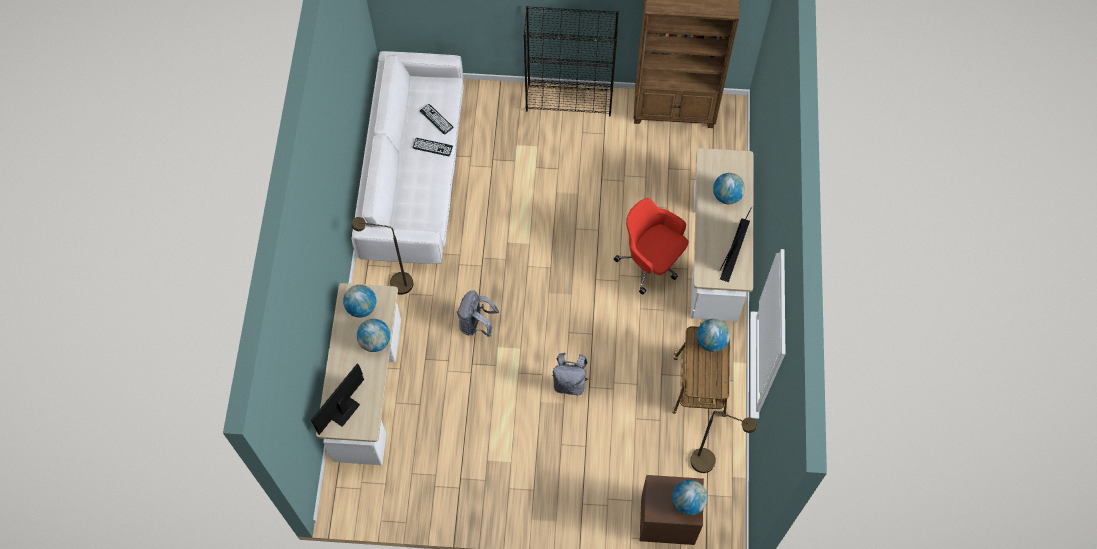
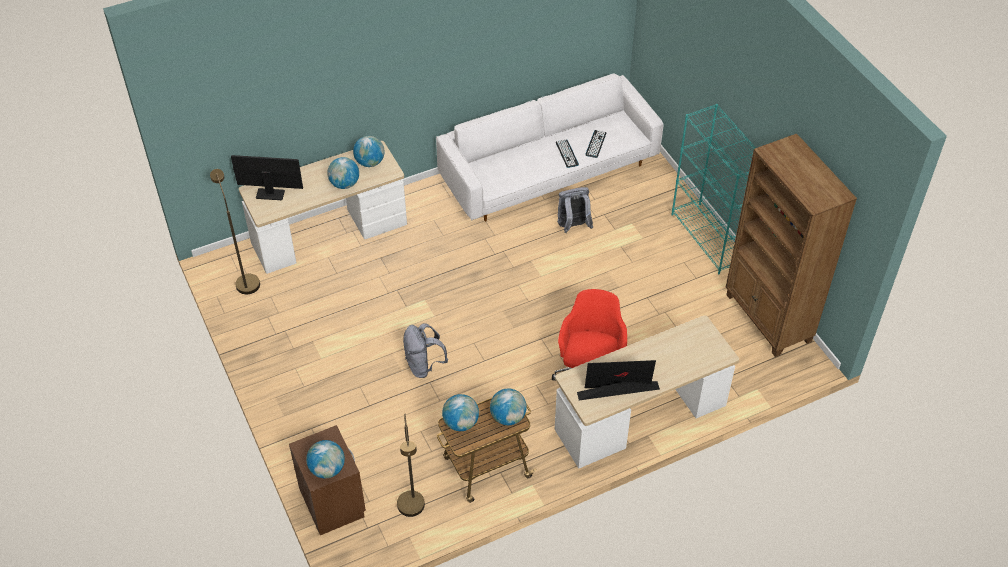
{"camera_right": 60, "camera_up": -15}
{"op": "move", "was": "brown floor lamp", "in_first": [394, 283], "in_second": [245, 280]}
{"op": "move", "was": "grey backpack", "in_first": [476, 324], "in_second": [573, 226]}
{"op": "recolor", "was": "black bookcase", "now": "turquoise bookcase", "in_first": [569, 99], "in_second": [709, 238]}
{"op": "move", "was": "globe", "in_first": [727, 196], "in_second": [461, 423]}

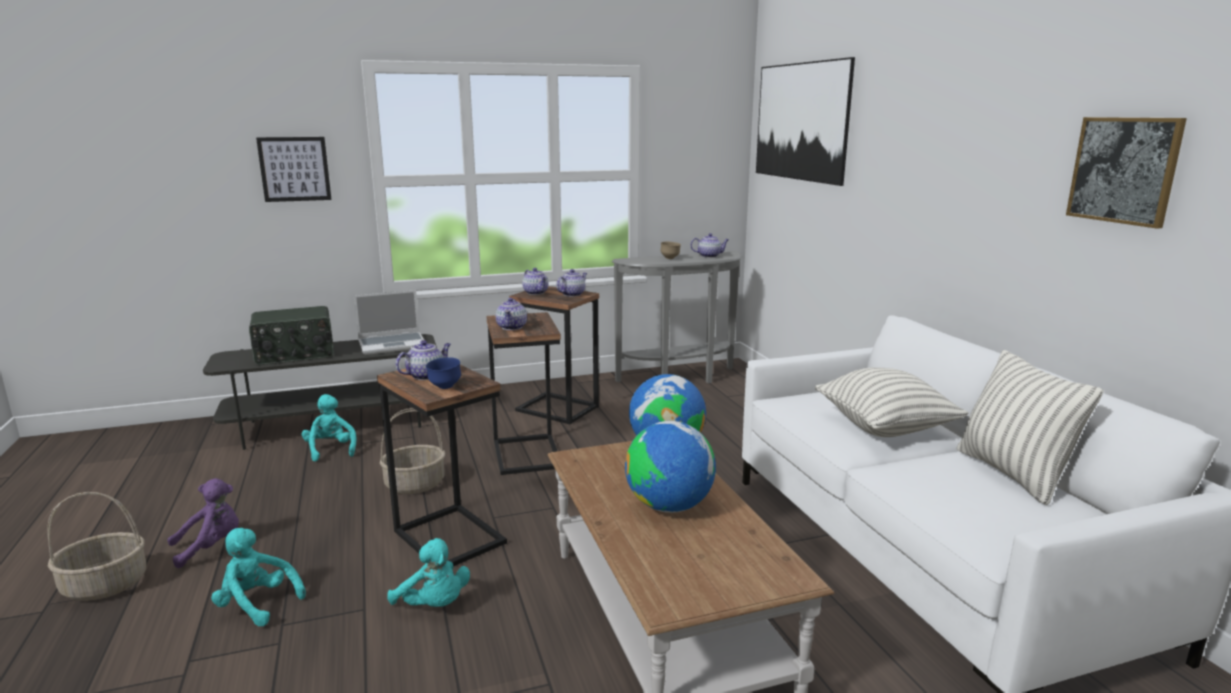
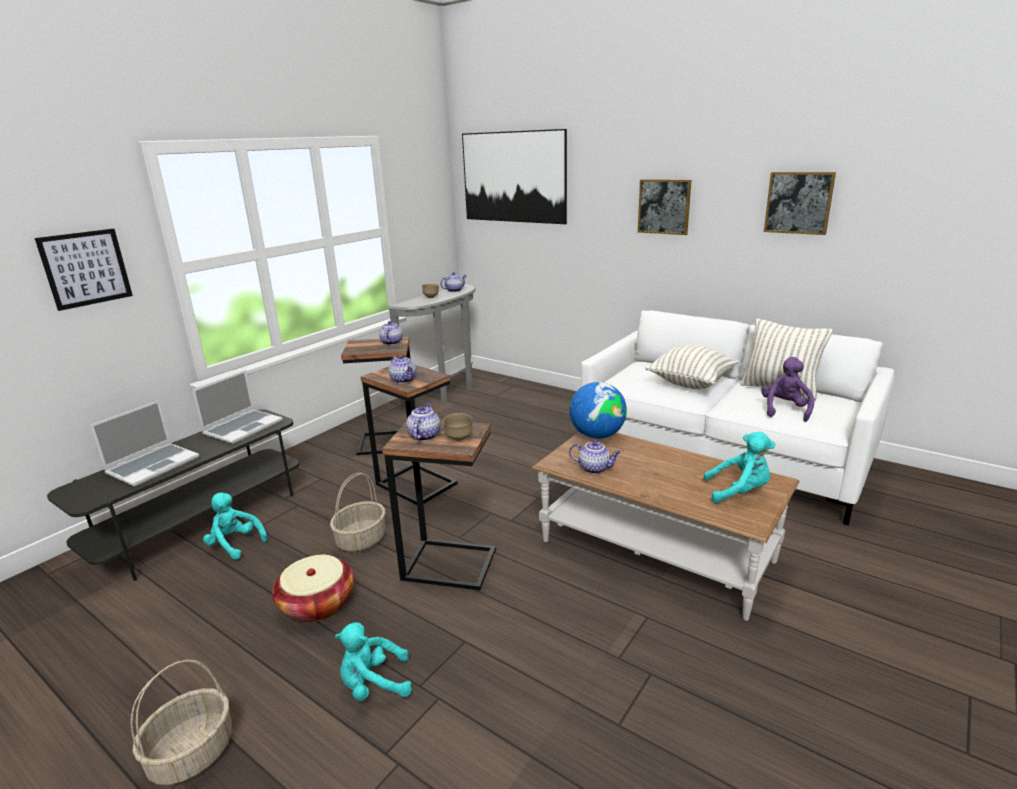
{"camera_right": -35, "camera_up": 5}
{"op": "move", "was": "purple plush toy", "in_first": [211, 546], "in_second": [785, 410]}
{"op": "replace", "was": "radio", "now": "laptop", "in_first": [295, 354], "in_second": [153, 465]}
{"op": "move", "was": "turquoise plush toy", "in_first": [434, 605], "in_second": [739, 492]}
{"op": "recolor", "was": "blue bowl", "now": "brown bowl", "in_first": [444, 387], "in_second": [459, 439]}
{"op": "move", "was": "teapot", "in_first": [536, 293], "in_second": [595, 468]}
{"op": "delete", "was": "globe", "in_first": [669, 506]}
{"op": "insert", "now": "basket", "in_second": [317, 604]}
{"op": "insert", "now": "picture", "in_second": [664, 206]}

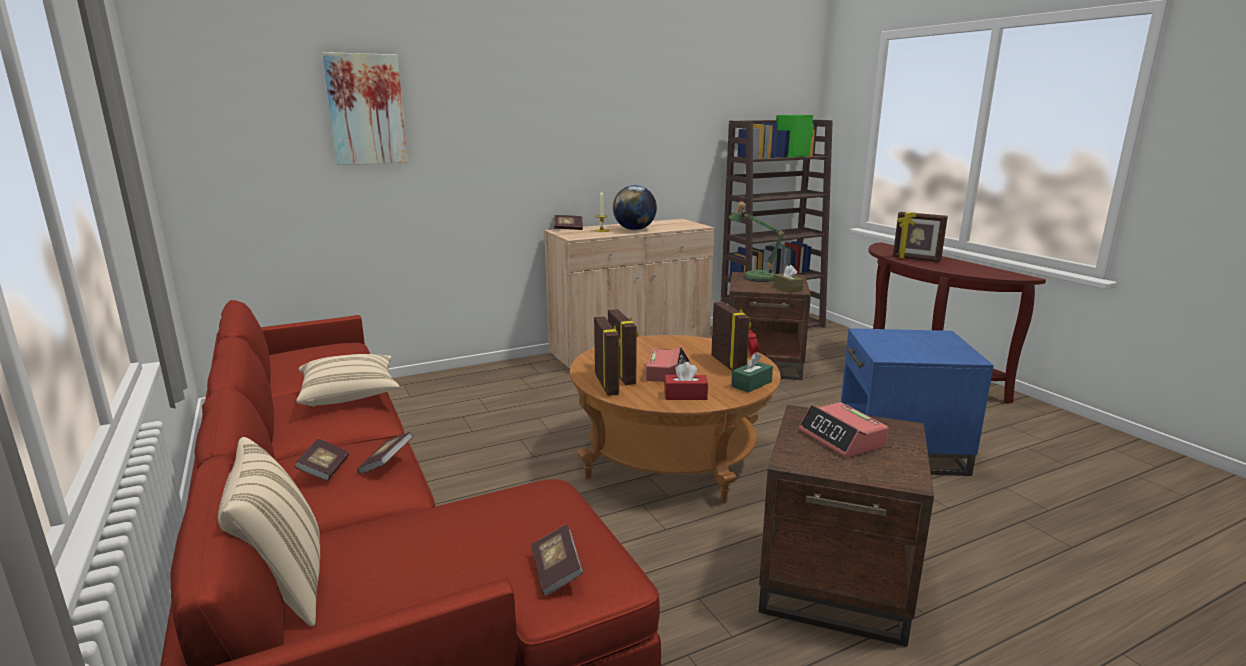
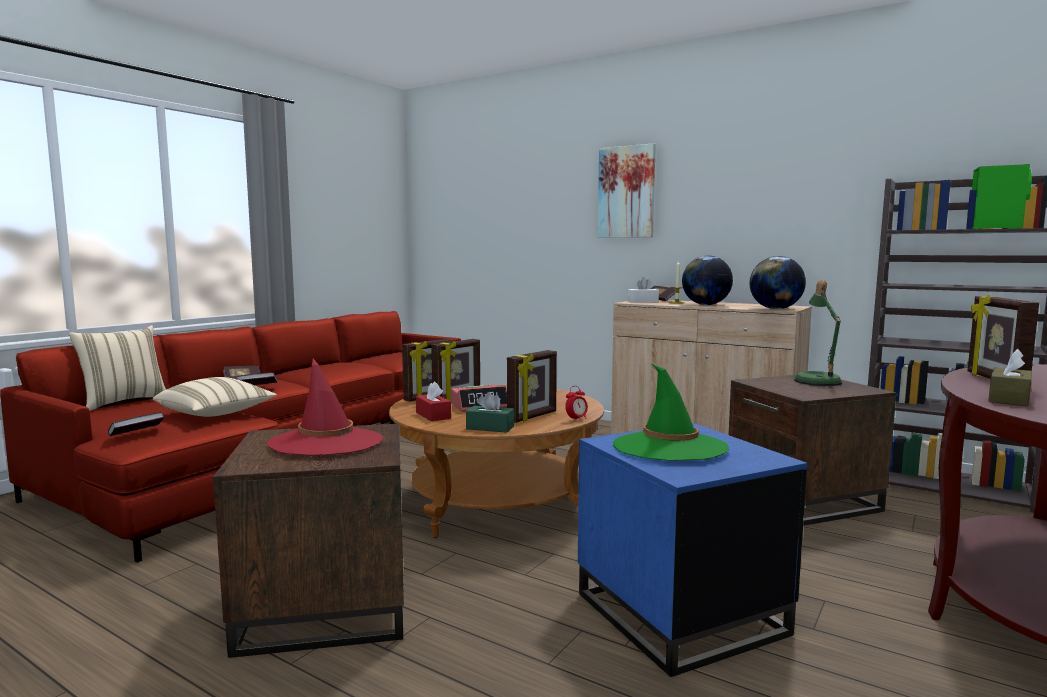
{"camera_right": 60, "camera_up": -10}
{"op": "move", "was": "beige pillow", "in_first": [350, 395], "in_second": [216, 414]}
{"op": "move", "was": "picture", "in_first": [366, 109], "in_second": [626, 192]}
{"op": "move", "was": "brown tissue box", "in_first": [787, 288], "in_second": [1009, 398]}
{"op": "replace", "was": "alarm clock", "now": "red hat", "in_first": [842, 439], "in_second": [326, 442]}
{"op": "insert", "now": "green hat", "in_second": [669, 447]}
{"op": "insert", "now": "white tissue box", "in_second": [642, 301]}
{"op": "insert", "now": "globe", "in_second": [775, 309]}

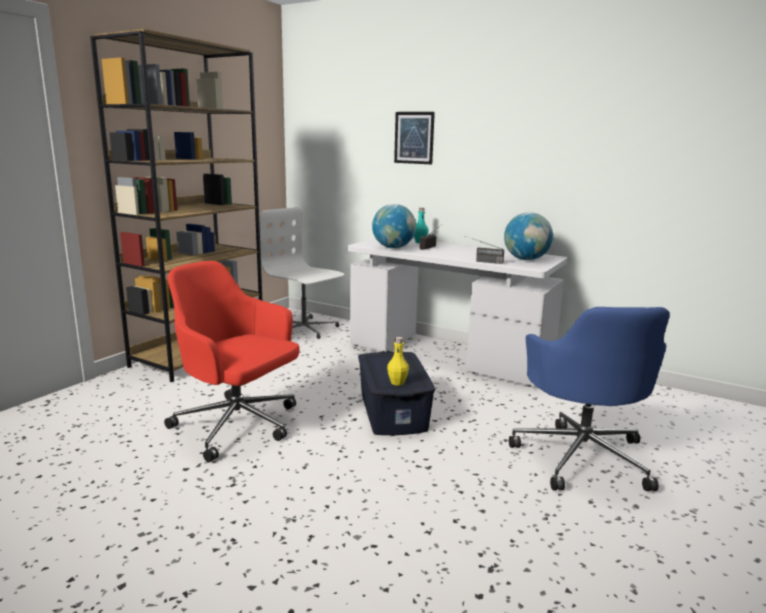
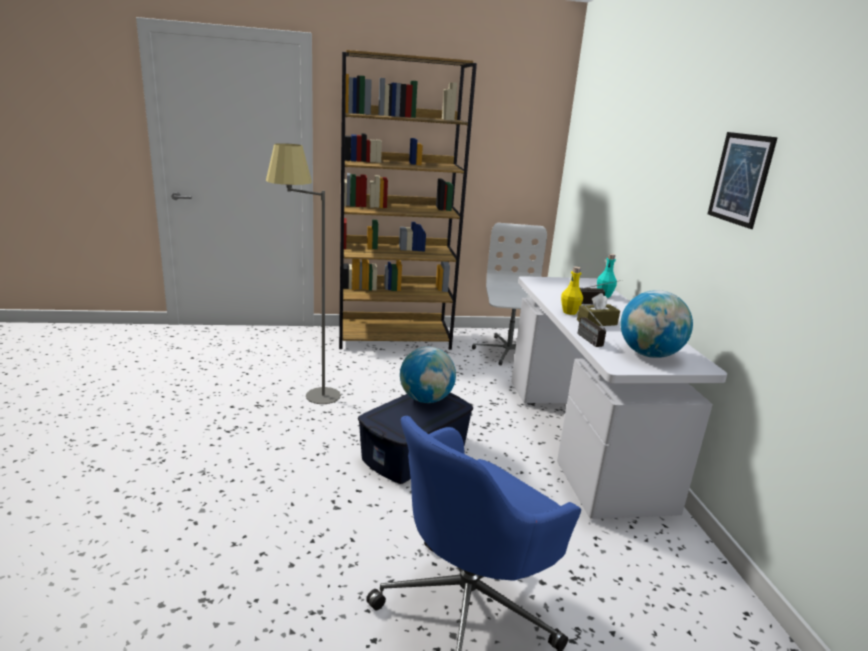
{"camera_right": 50, "camera_up": 5}
{"op": "replace", "was": "red office chair", "now": "grey floor lamp", "in_first": [238, 426], "in_second": [307, 398]}
{"op": "move", "was": "globe", "in_first": [393, 247], "in_second": [426, 399]}
{"op": "move", "was": "yellow bottle", "in_first": [397, 382], "in_second": [569, 312]}
{"op": "move", "was": "picture", "in_first": [414, 138], "in_second": [740, 179]}
{"op": "insert", "now": "brown tissue box", "in_second": [596, 322]}

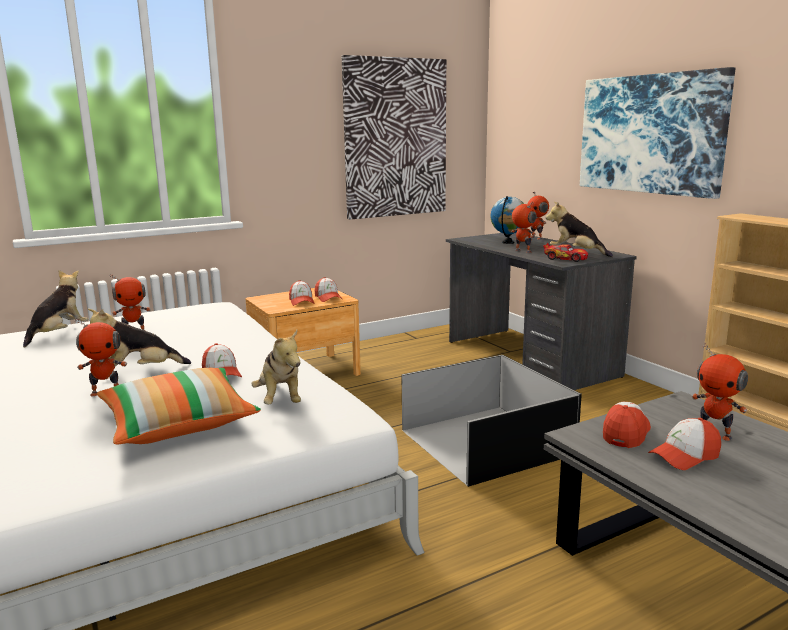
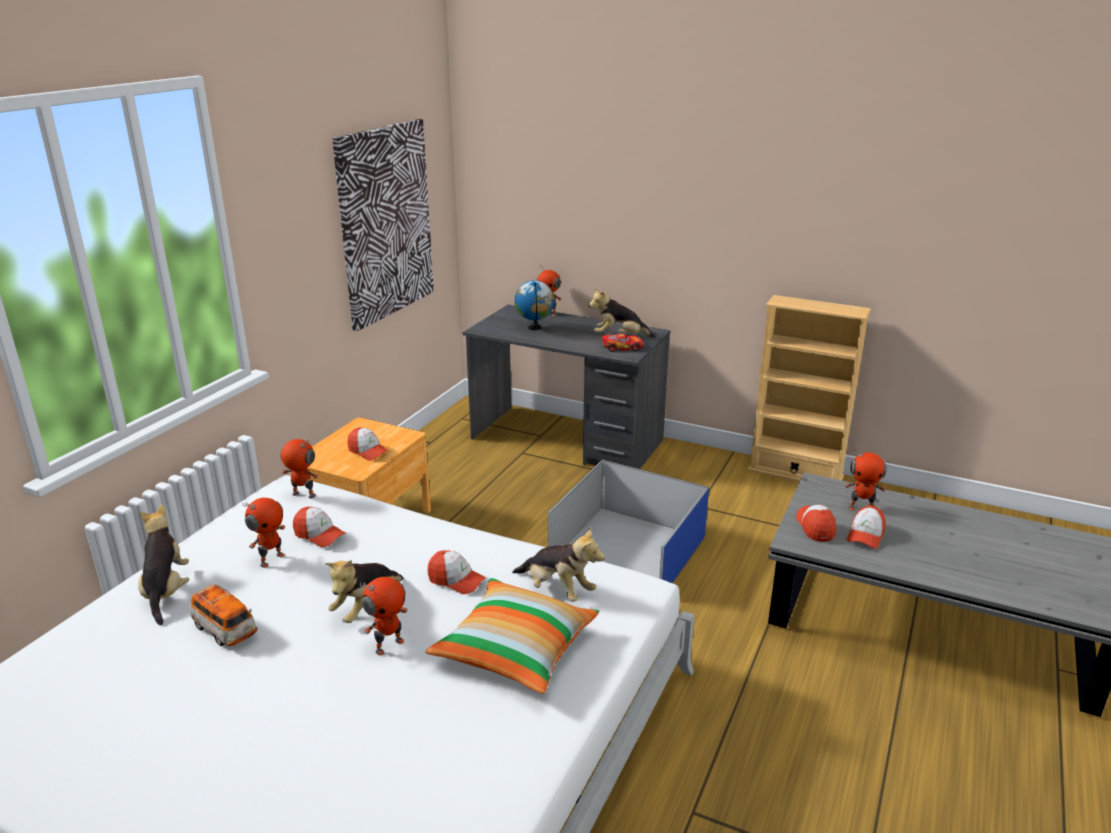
{"camera_right": -35, "camera_up": 10}
{"op": "move", "was": "cap", "in_first": [328, 298], "in_second": [319, 535]}
{"op": "recolor", "was": "black storage box", "now": "blue storage box", "in_first": [484, 441], "in_second": [626, 549]}
{"op": "move", "was": "toy robot", "in_first": [522, 251], "in_second": [303, 495]}
{"op": "delete", "was": "picture", "in_first": [650, 134]}
{"op": "insert", "now": "toy car", "in_second": [225, 630]}

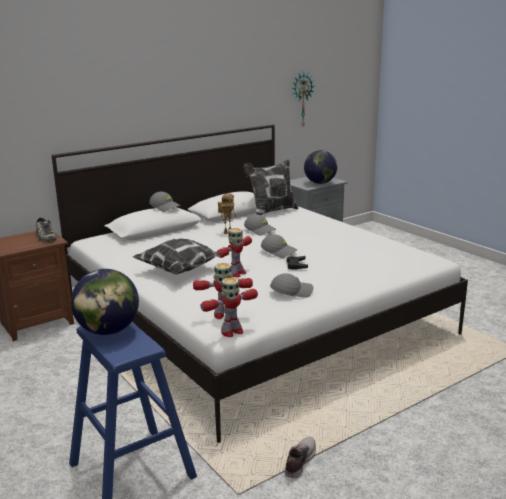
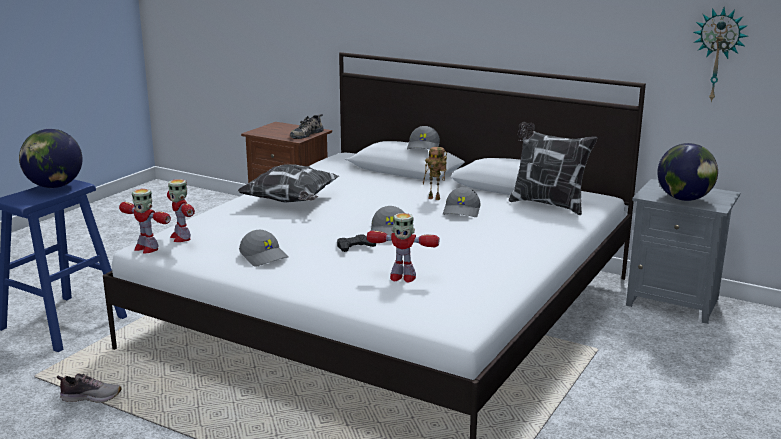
{"camera_right": 65, "camera_up": 0}
{"op": "move", "was": "toy robot", "in_first": [236, 273], "in_second": [402, 277]}

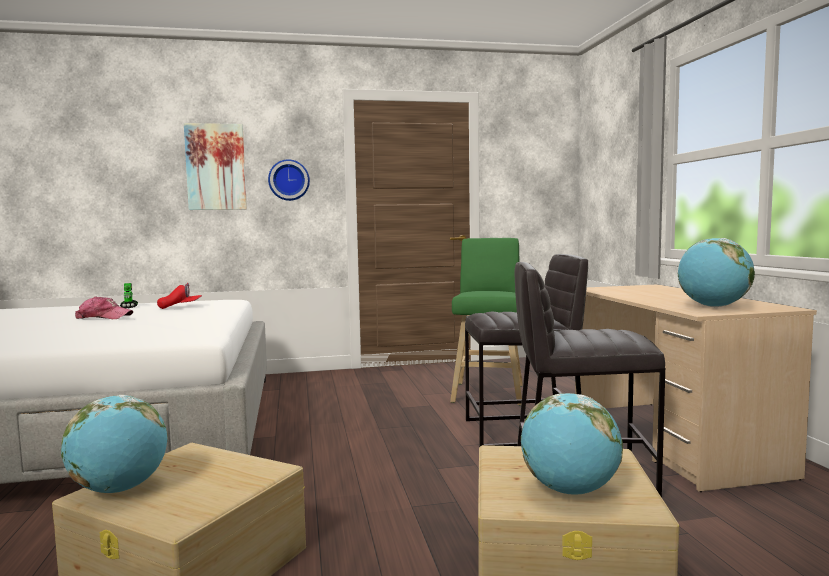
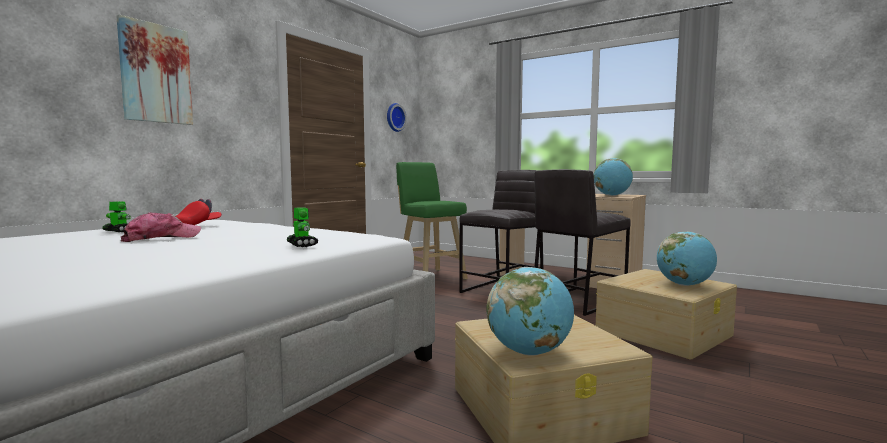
{"camera_right": -45, "camera_up": 0}
{"op": "move", "was": "wall clock", "in_first": [289, 180], "in_second": [394, 117]}
{"op": "insert", "now": "toy robot", "in_second": [302, 245]}

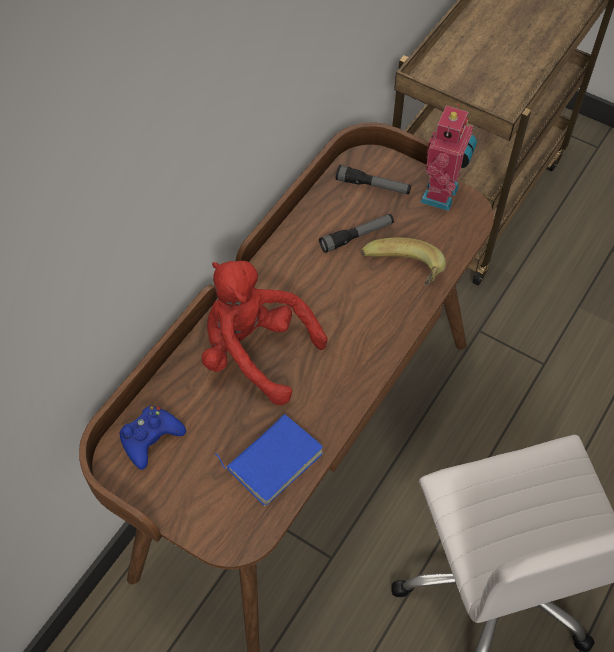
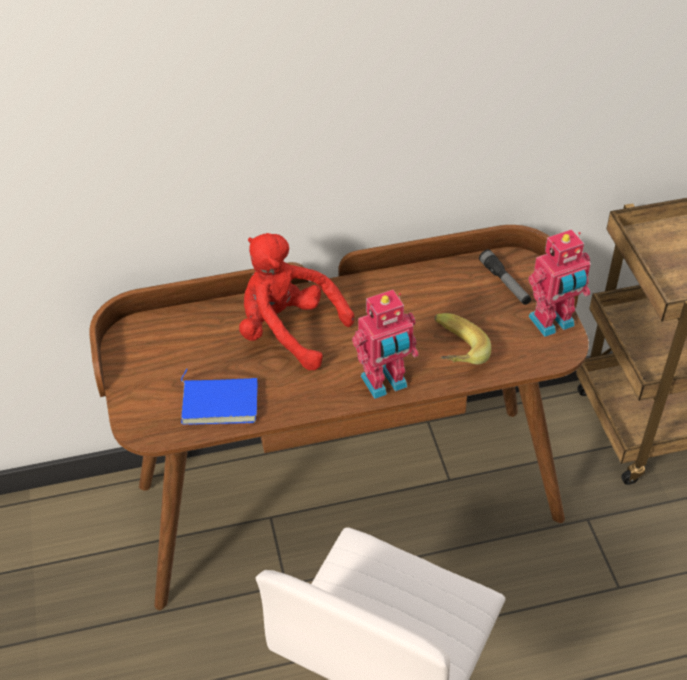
{"camera_right": 45, "camera_up": -10}
{"op": "delete", "was": "blue game controller", "in_first": [151, 438]}
{"op": "rotate", "was": "red plush toy", "in_first": [255, 352], "in_second": [288, 331], "clockwise": -45}
{"op": "delete", "was": "flashlight", "in_first": [357, 236]}
{"op": "insert", "now": "toy robot", "in_second": [385, 384]}

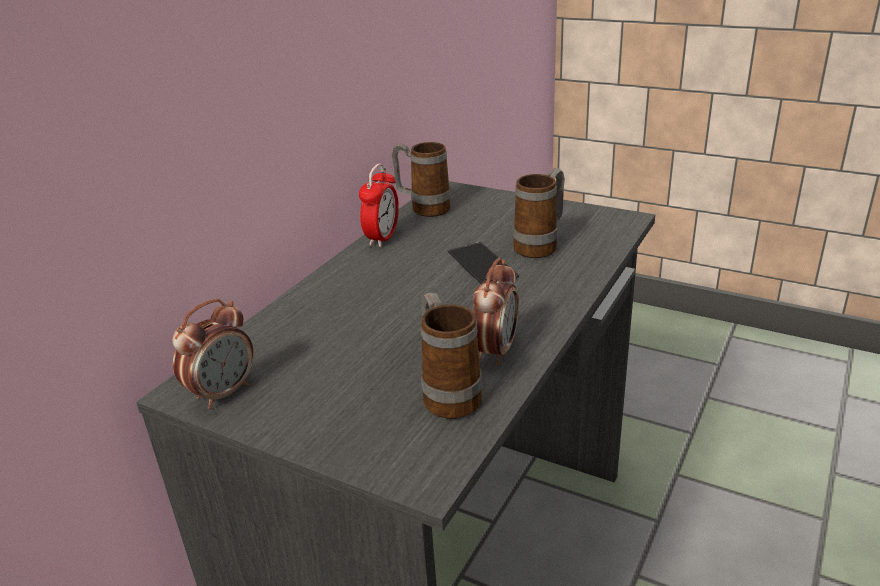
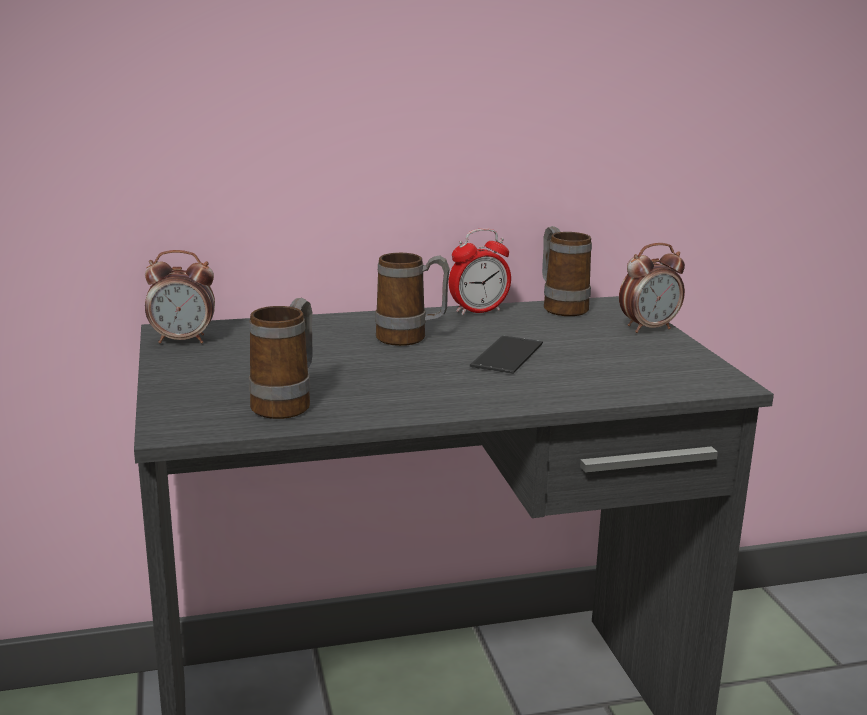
{"camera_right": 45, "camera_up": -10}
{"op": "move", "was": "alarm clock", "in_first": [495, 350], "in_second": [648, 328]}
{"op": "move", "was": "mug", "in_first": [541, 245], "in_second": [411, 338]}

